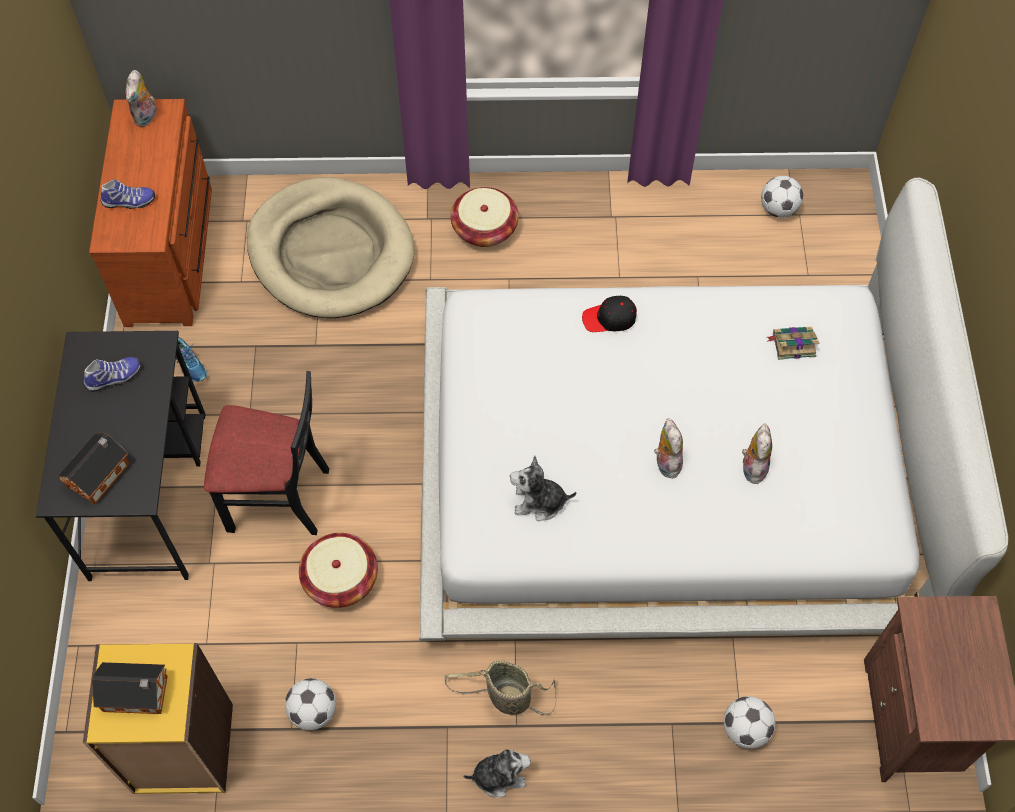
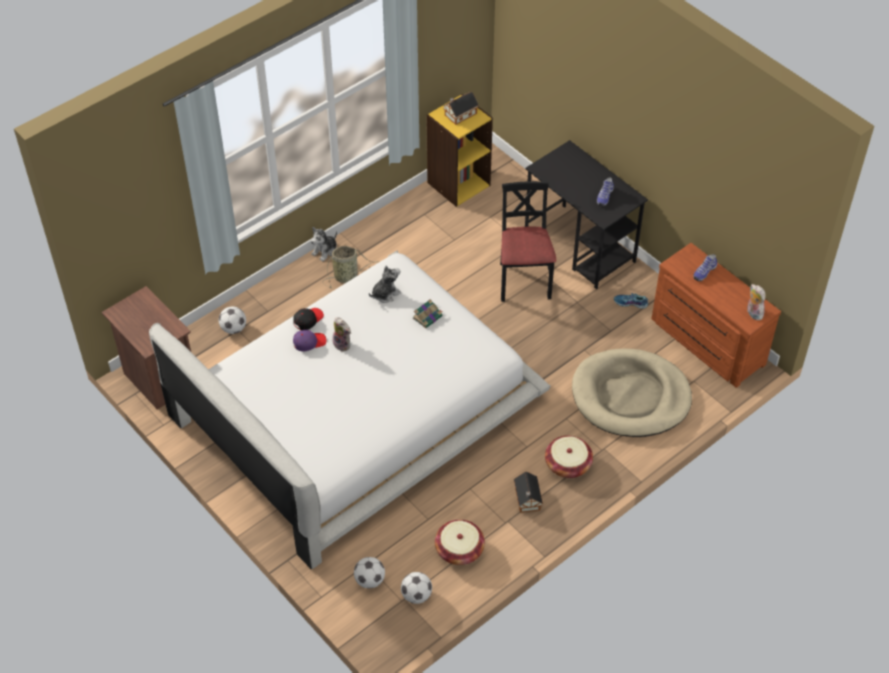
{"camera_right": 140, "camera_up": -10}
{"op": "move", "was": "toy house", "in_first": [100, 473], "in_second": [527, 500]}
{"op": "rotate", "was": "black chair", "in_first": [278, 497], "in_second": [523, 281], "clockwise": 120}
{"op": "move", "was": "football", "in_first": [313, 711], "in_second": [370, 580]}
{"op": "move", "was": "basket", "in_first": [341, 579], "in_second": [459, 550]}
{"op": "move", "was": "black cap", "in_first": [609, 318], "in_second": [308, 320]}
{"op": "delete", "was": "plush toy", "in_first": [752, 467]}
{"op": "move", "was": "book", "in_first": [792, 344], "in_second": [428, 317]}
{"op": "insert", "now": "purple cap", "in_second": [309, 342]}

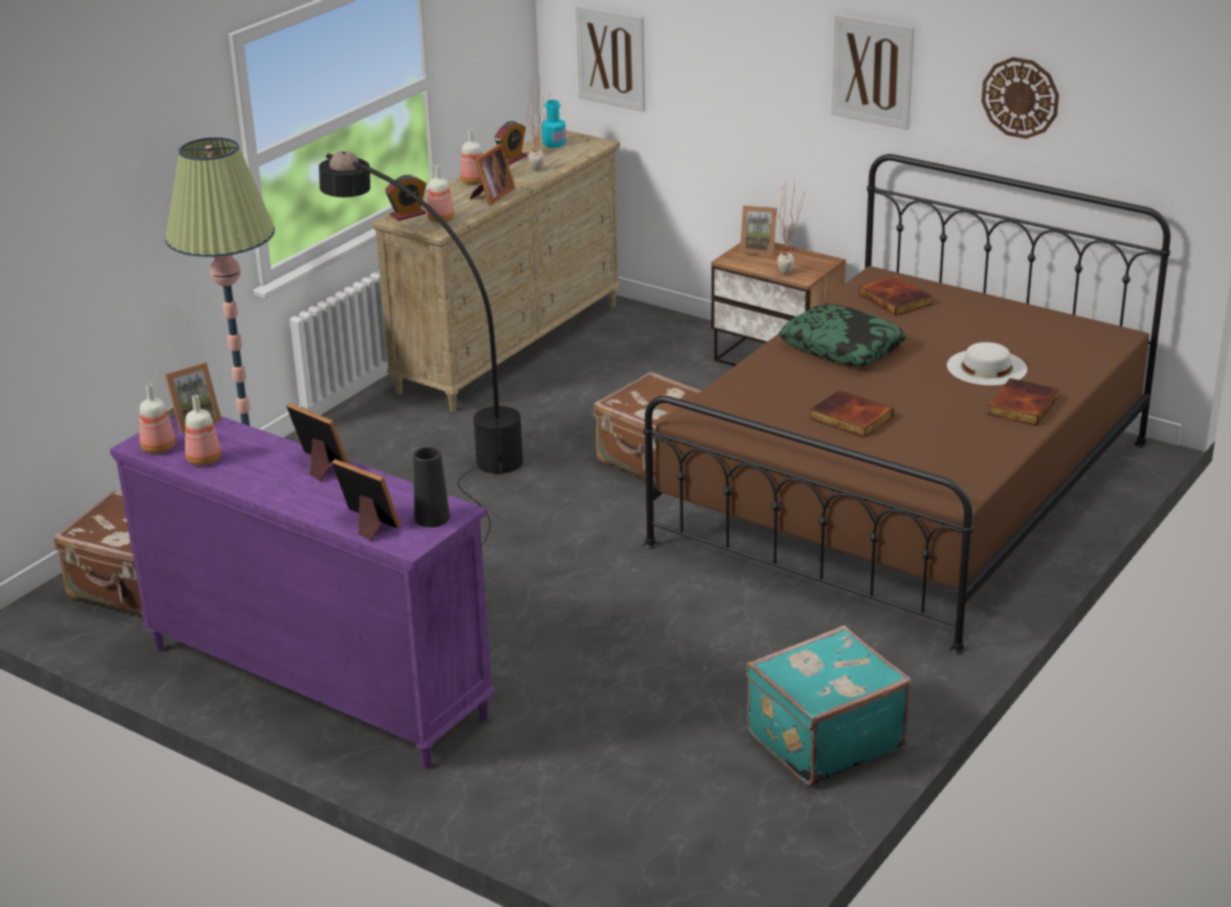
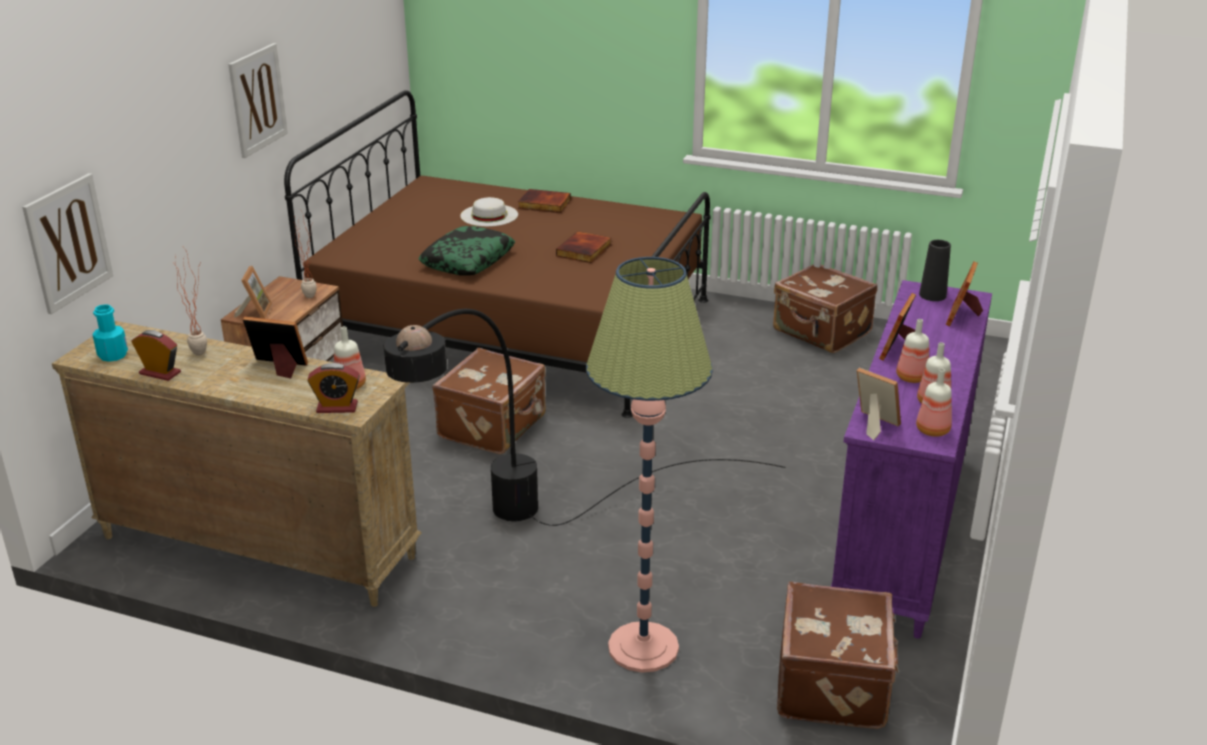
{"camera_right": -105, "camera_up": 0}
{"op": "rotate", "was": "alarm clock", "in_first": [408, 215], "in_second": [337, 407], "clockwise": 135}
{"op": "move", "was": "bottle", "in_first": [473, 181], "in_second": [910, 378]}
{"op": "recolor", "was": "turquoise suitcase", "now": "brown suitcase", "in_first": [823, 739], "in_second": [821, 332]}
{"op": "delete", "was": "book", "in_first": [896, 299]}
{"op": "delete", "was": "wall clock", "in_first": [1020, 97]}

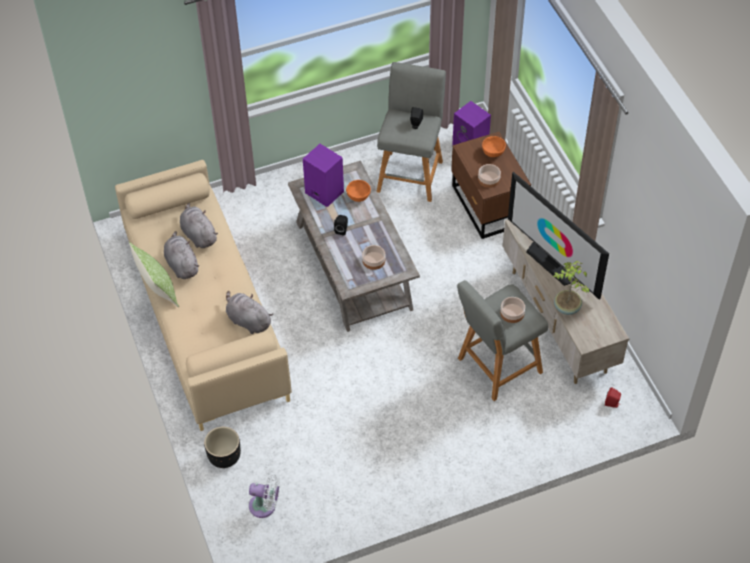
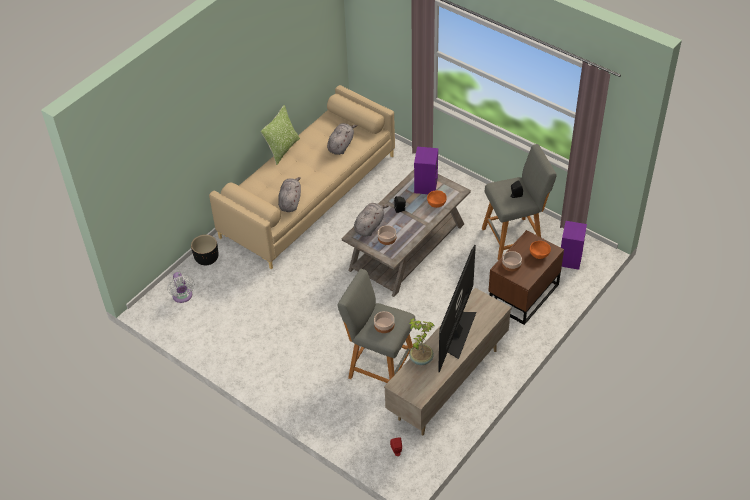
{"camera_right": 60, "camera_up": -5}
{"op": "move", "was": "grey plush toy", "in_first": [181, 264], "in_second": [369, 226]}

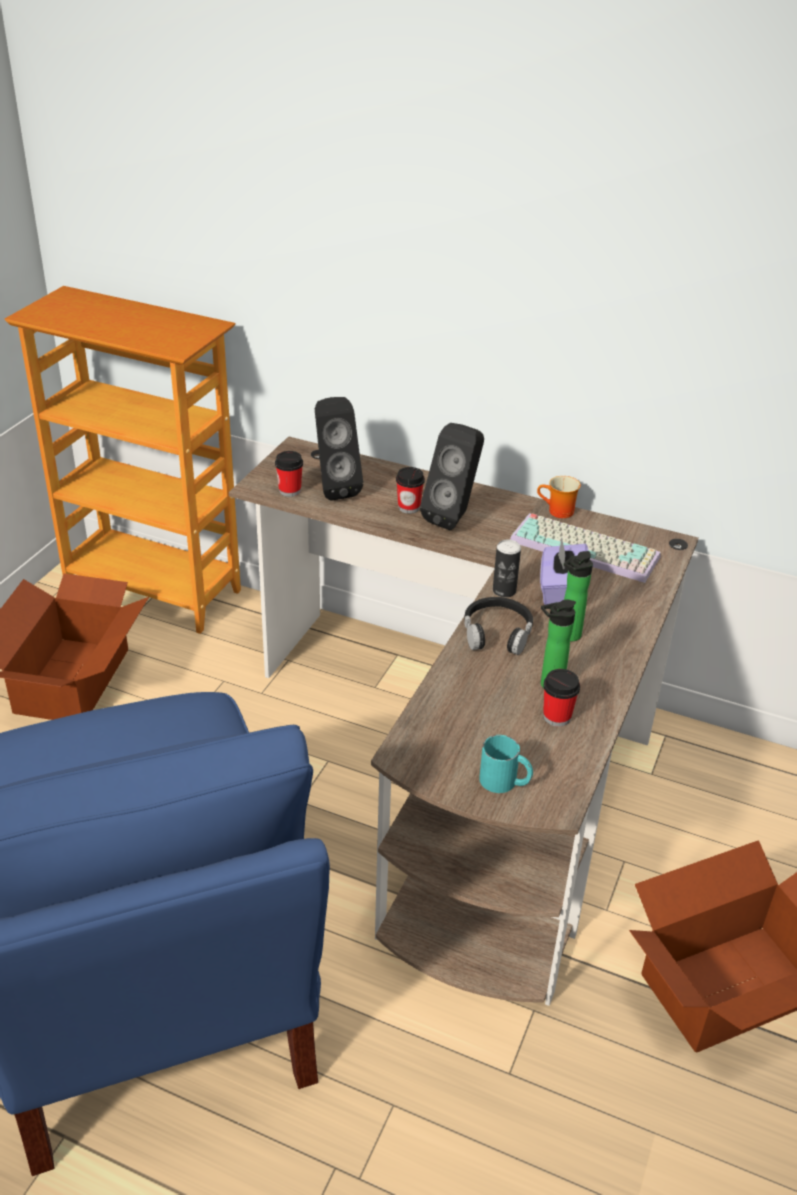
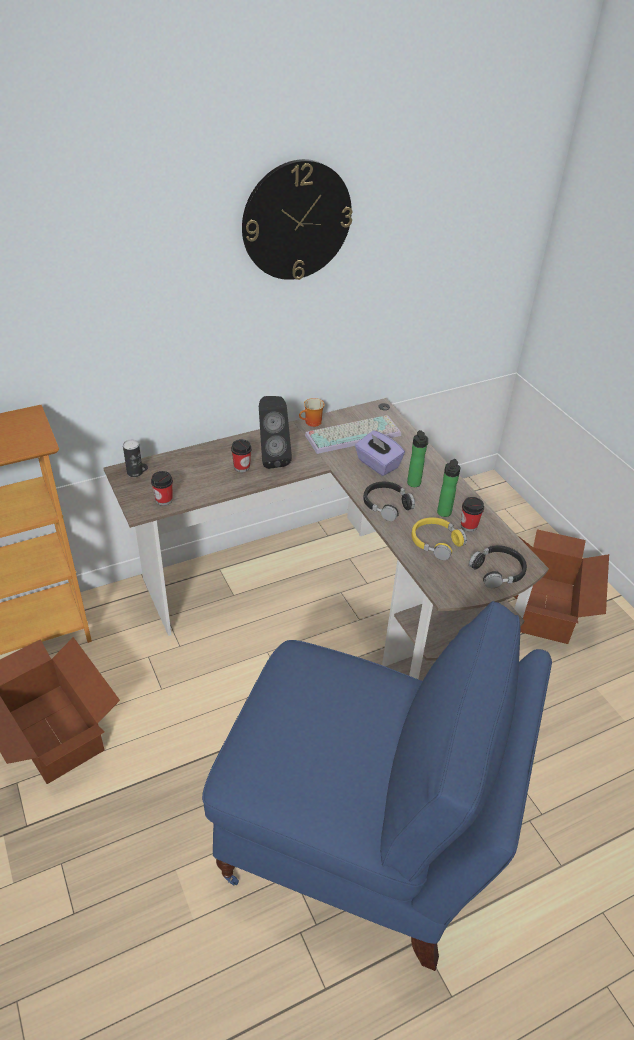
{"camera_right": -50, "camera_up": 5}
{"op": "delete", "was": "black speaker", "in_first": [333, 488]}
{"op": "replace", "was": "turquoise mug", "now": "black headphones", "in_first": [505, 782], "in_second": [497, 571]}
{"op": "move", "was": "can", "in_first": [504, 591], "in_second": [135, 472]}
{"op": "insert", "now": "wall clock", "in_second": [296, 220]}
{"op": "insert", "now": "yellow headphones", "in_second": [435, 542]}

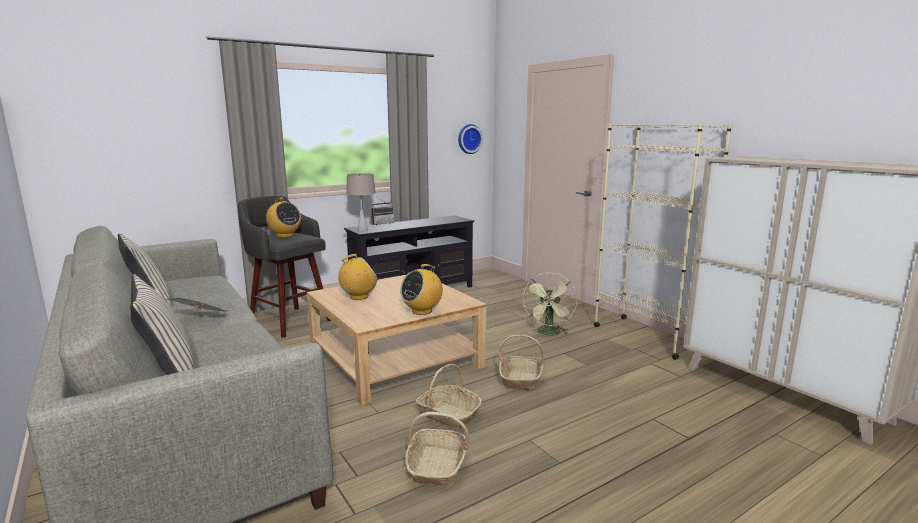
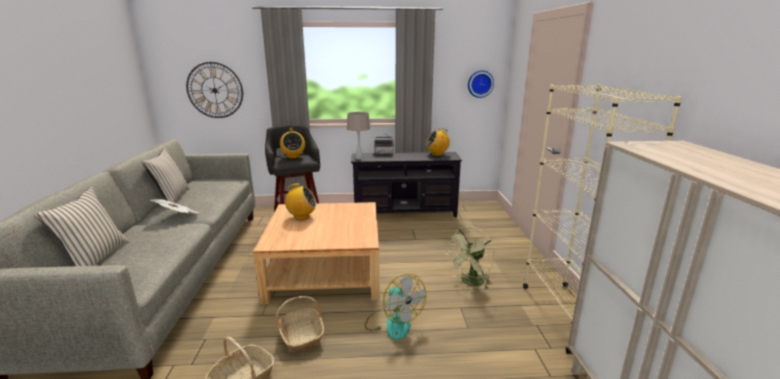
{"camera_right": 30, "camera_up": 5}
{"op": "move", "was": "radio", "in_first": [422, 311], "in_second": [437, 154]}
{"op": "replace", "was": "basket", "now": "fan", "in_first": [521, 379], "in_second": [393, 322]}
{"op": "insert", "now": "wall clock", "in_second": [215, 90]}

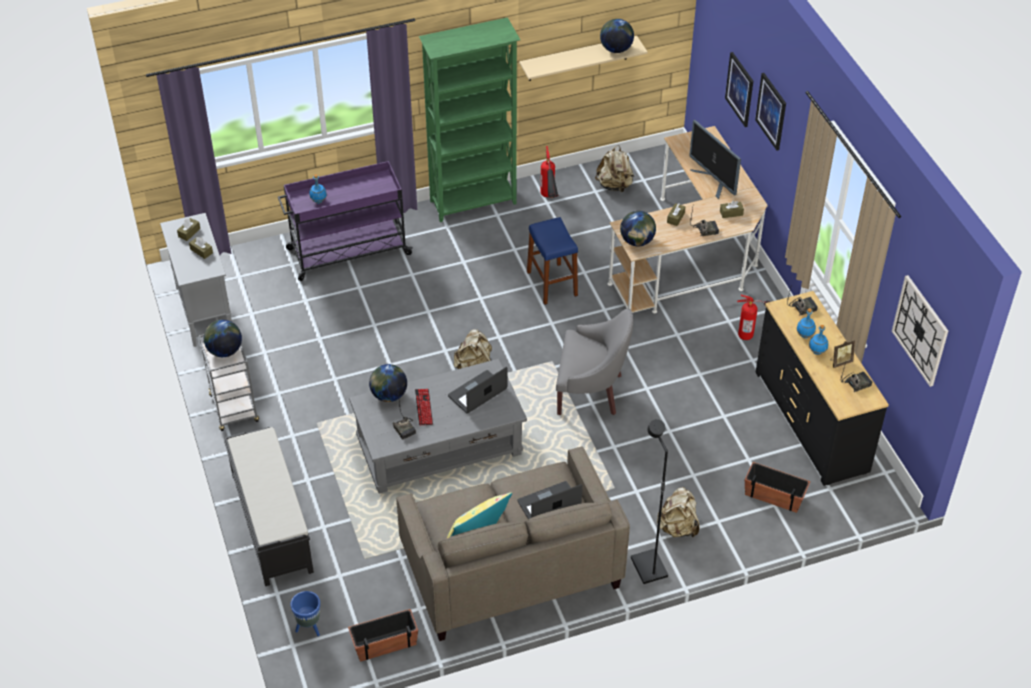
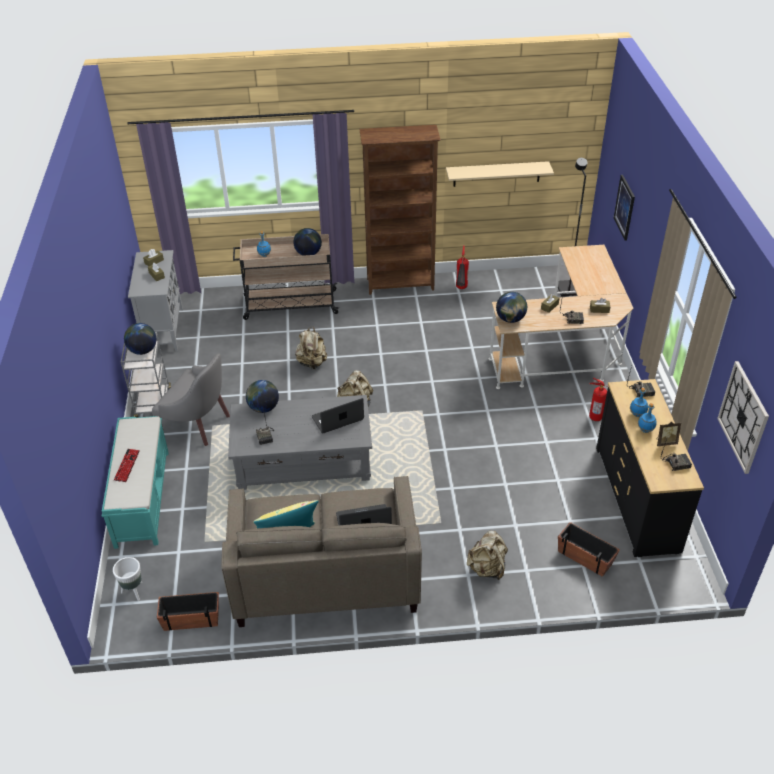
{"camera_right": 15, "camera_up": -5}
{"op": "recolor", "was": "black bench", "now": "turquoise bench", "in_first": [271, 522], "in_second": [142, 497]}
{"op": "recolor", "was": "purple cart", "now": "beige cart", "in_first": [347, 252], "in_second": [289, 305]}
{"op": "recolor", "was": "blue planter", "now": "white planter", "in_first": [309, 628], "in_second": [134, 591]}
{"op": "move", "was": "keyboard", "in_first": [423, 407], "in_second": [127, 466]}
{"op": "recolor", "was": "green bookcase", "now": "brown bookcase", "in_first": [474, 203], "in_second": [401, 285]}
{"op": "delete", "was": "blue stool", "in_first": [552, 283]}
{"op": "move", "was": "grey armchair", "in_first": [591, 391], "in_second": [198, 424]}
{"op": "move", "was": "beige backpack", "in_first": [614, 185], "in_second": [312, 363]}
{"op": "move", "was": "globe", "in_first": [616, 49], "in_second": [308, 253]}
{"op": "move", "was": "black floor lamp", "in_first": [648, 567], "in_second": [566, 289]}
{"op": "delete", "was": "monitor", "in_first": [713, 182]}
{"op": "delete", "was": "picture", "in_first": [771, 111]}

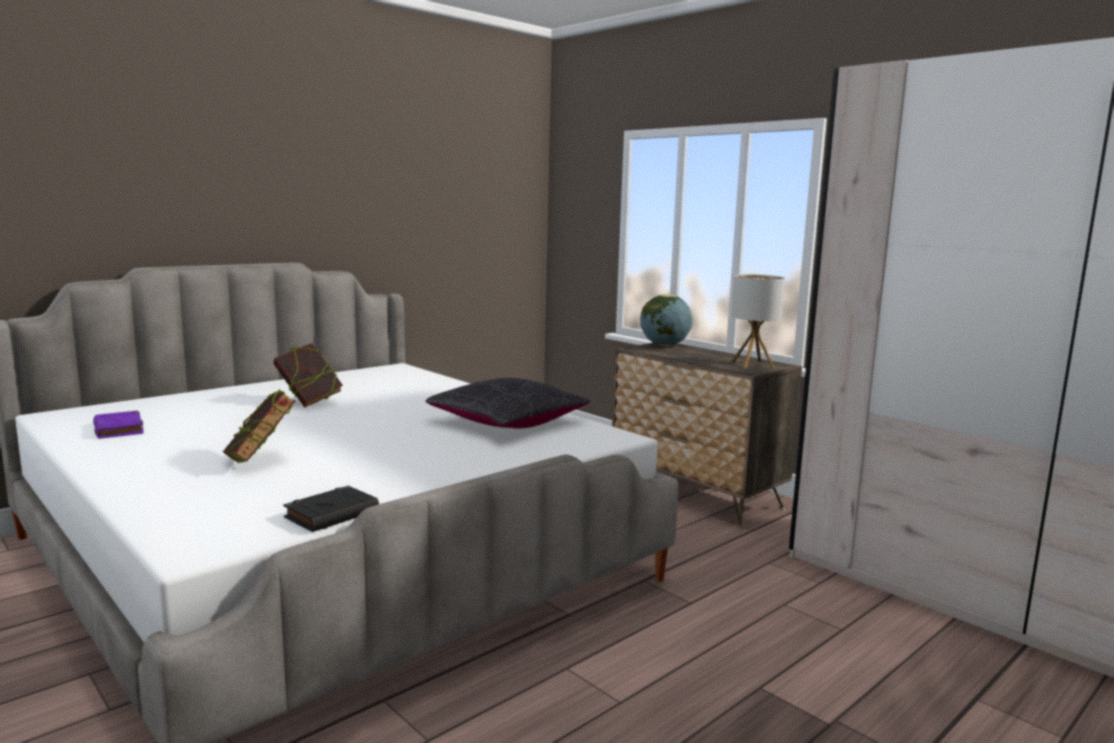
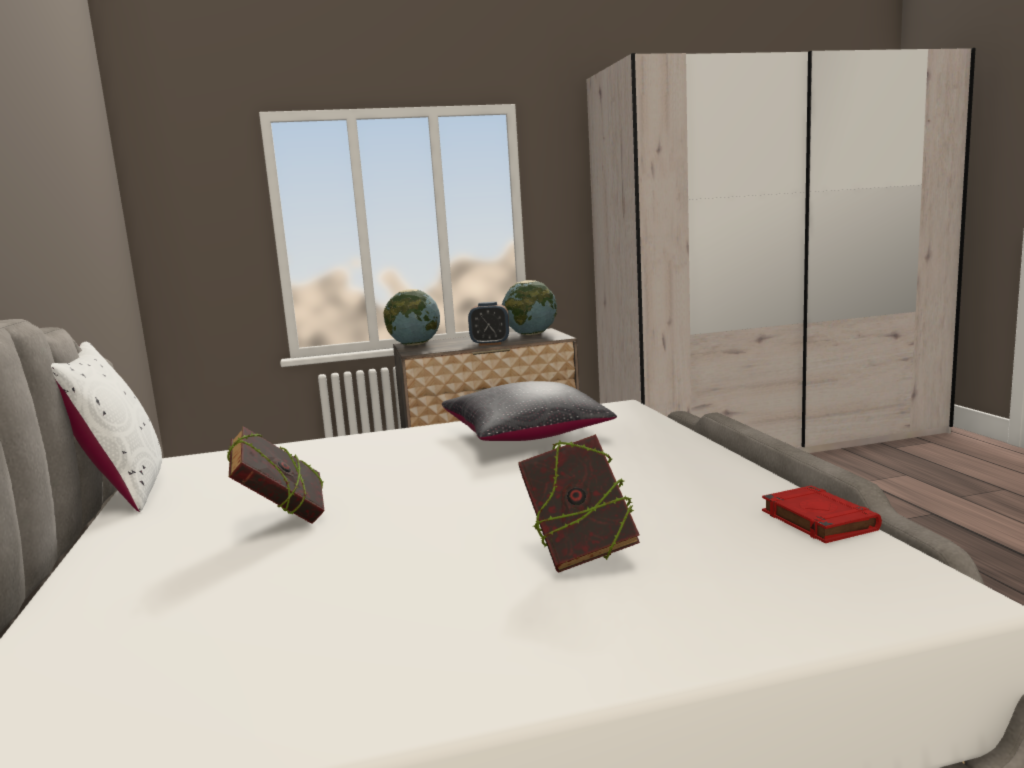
{"camera_right": -60, "camera_up": 0}
{"op": "delete", "was": "purple book", "in_first": [119, 429]}
{"op": "recolor", "was": "black book", "now": "red book", "in_first": [332, 514], "in_second": [817, 520]}
{"op": "replace", "was": "table lamp", "now": "globe", "in_first": [752, 364], "in_second": [531, 334]}
{"op": "insert", "now": "white pillow", "in_second": [123, 489]}
{"op": "insert", "now": "alarm clock", "in_second": [490, 343]}

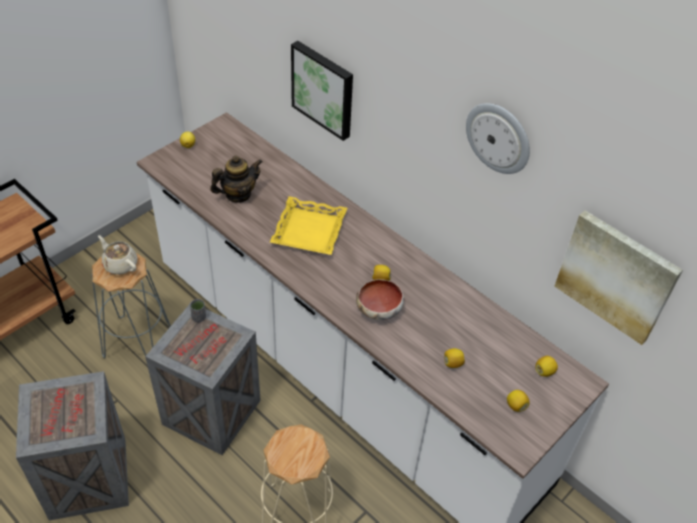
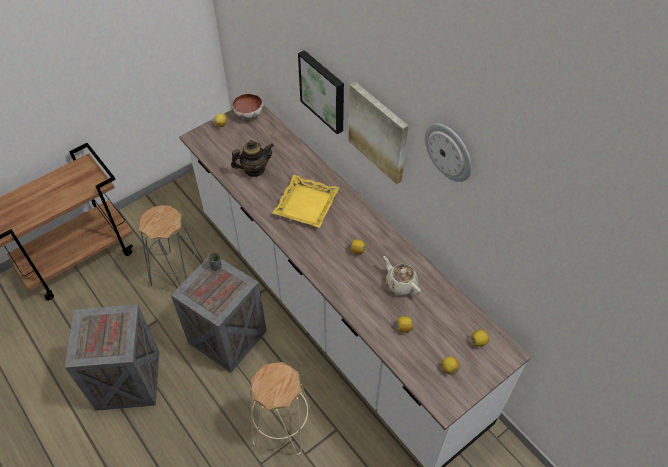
{"camera_right": 10, "camera_up": 5}
{"op": "move", "was": "beige teapot", "in_first": [120, 264], "in_second": [400, 283]}
{"op": "move", "was": "bowl", "in_first": [379, 309], "in_second": [249, 114]}
{"op": "move", "was": "picture", "in_first": [616, 276], "in_second": [379, 132]}

